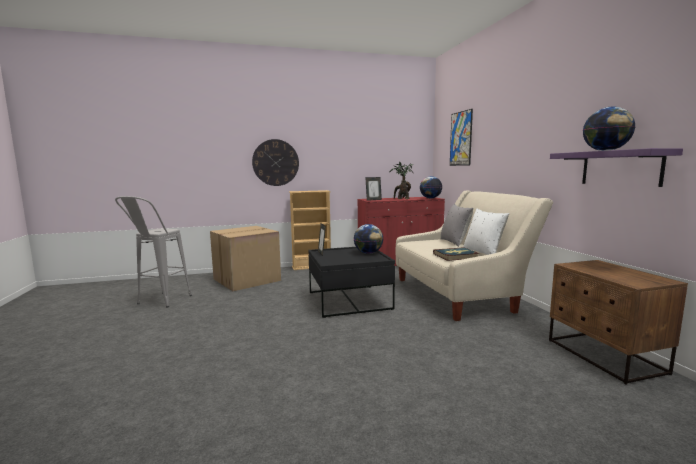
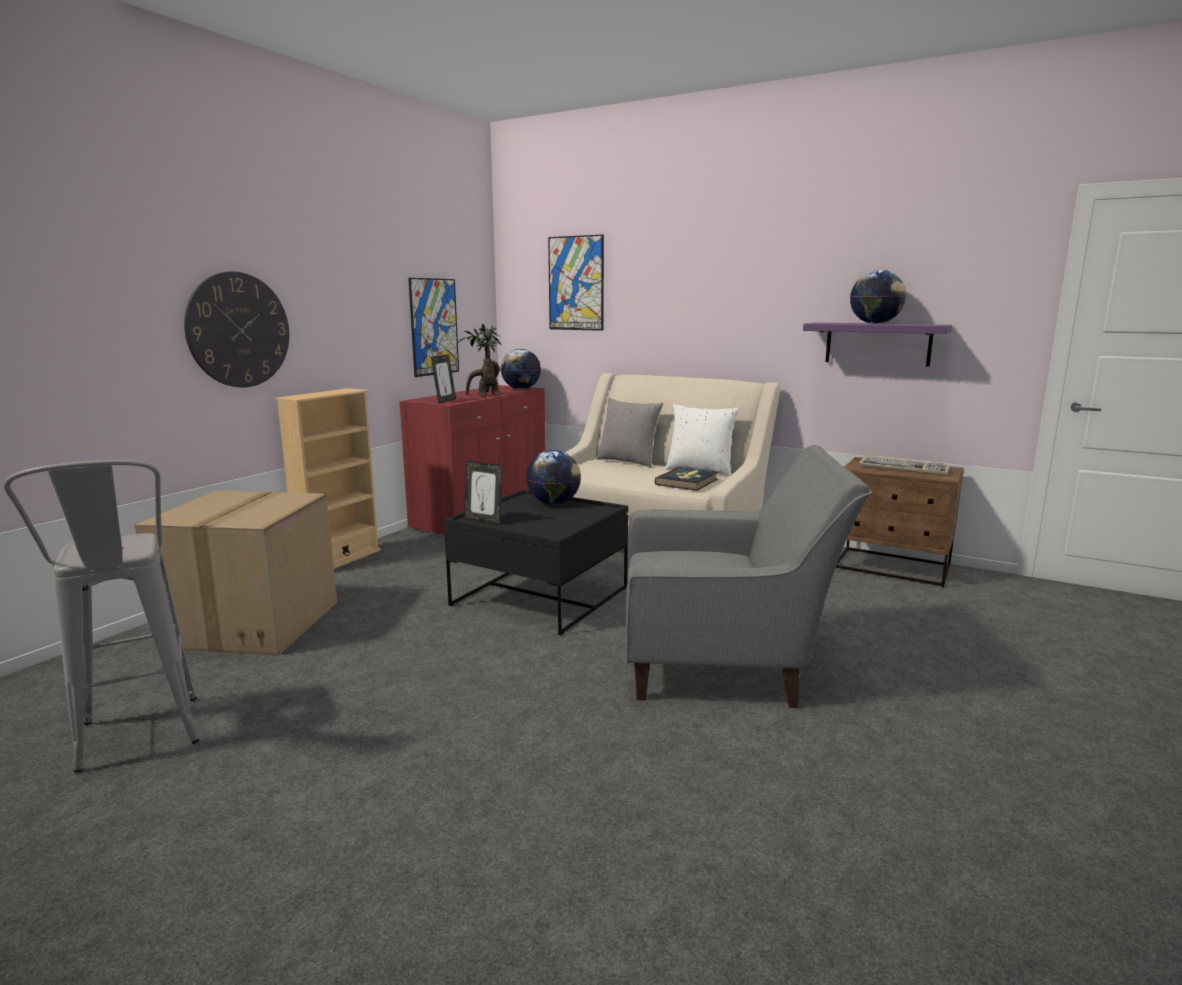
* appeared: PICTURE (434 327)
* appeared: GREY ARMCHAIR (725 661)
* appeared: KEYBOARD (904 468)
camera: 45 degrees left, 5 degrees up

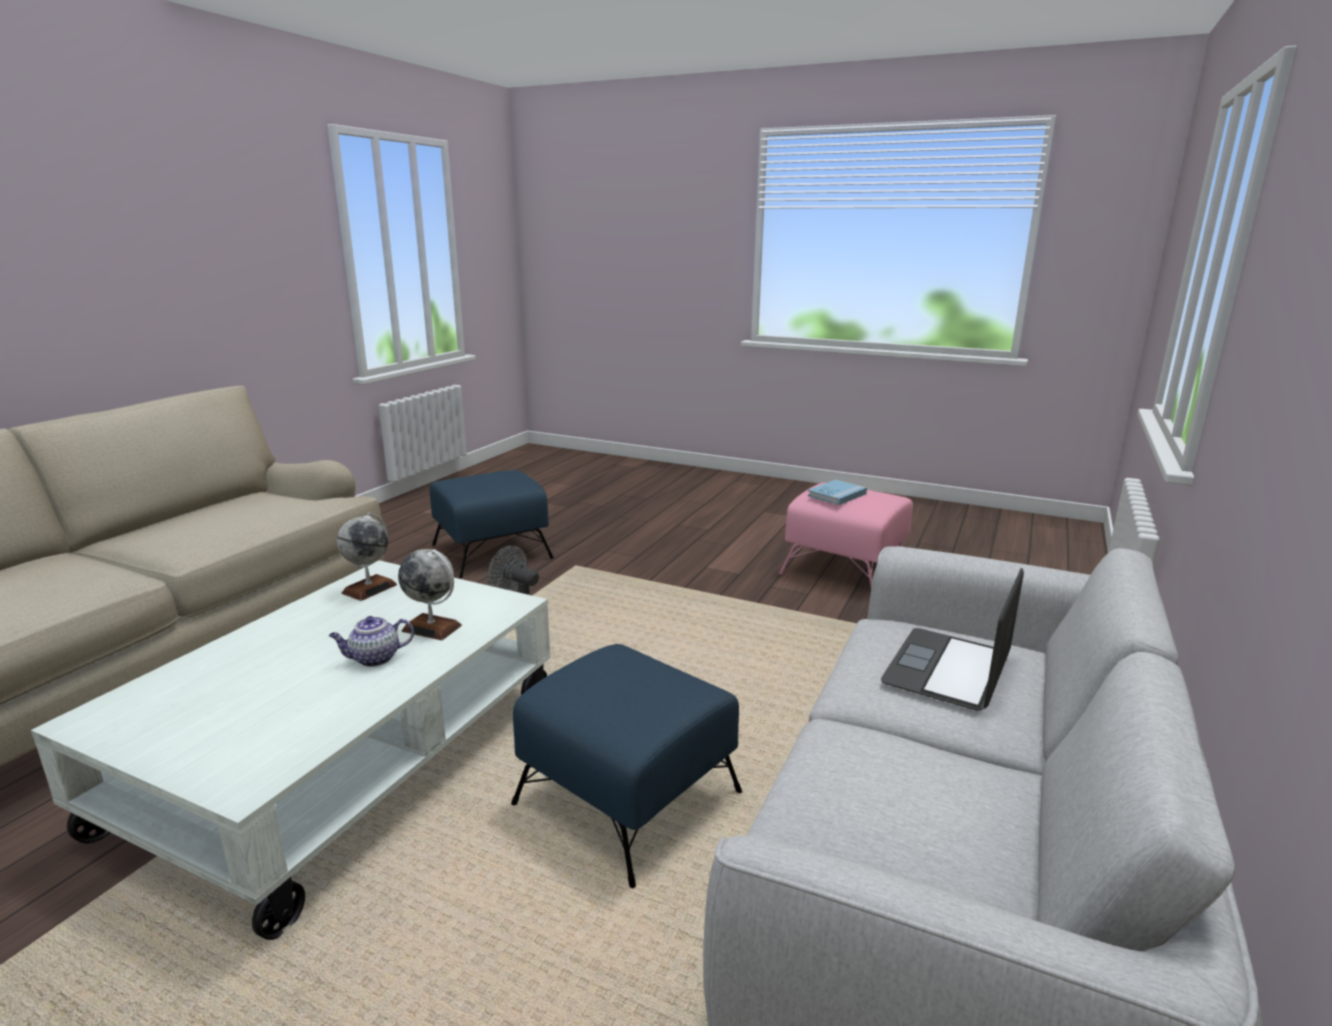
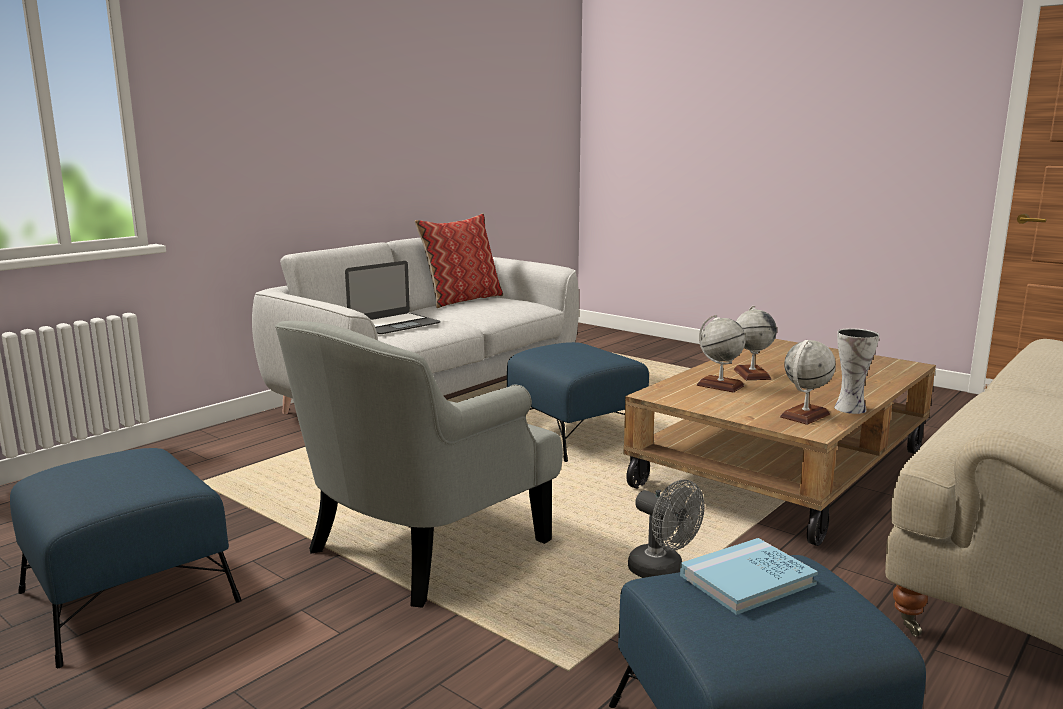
* appeared: GREY ARMCHAIR (422 546)
* appeared: PILLOW (462 300)
* appeared: VASE (849 408)
* relocated: BLUE BOOK (837 495) to (747 580)
* exchanged: TEAPOT (374 659) to GLOBE (751 374)
* colour: WHITE COFFEE TABLE (344 760) to BROWN COFFEE TABLE (784 469)
* colour: PINK OTTOMAN (845 569) to BLUE OTTOMAN (129 595)
camera: 165 degrees left, 5 degrees down

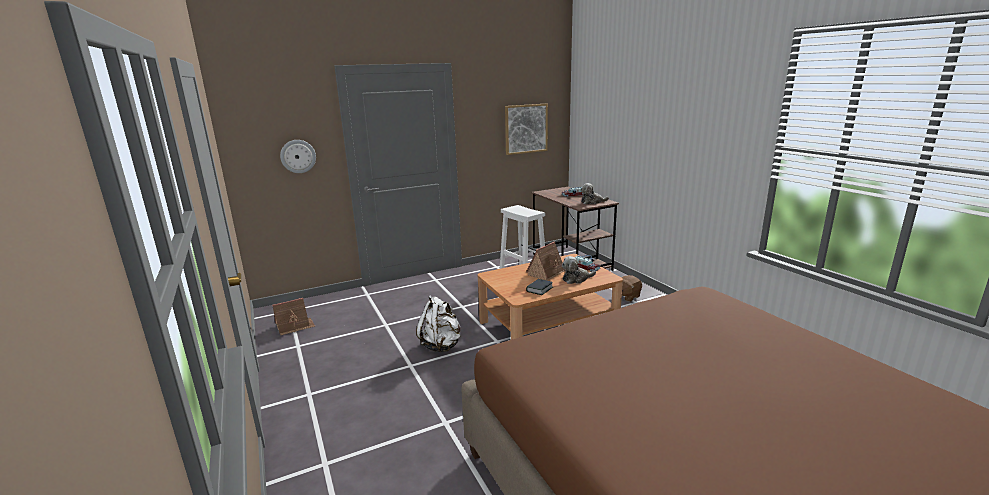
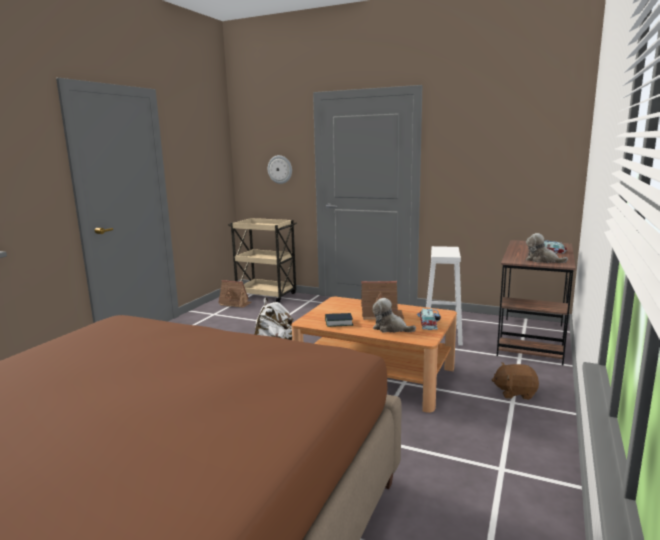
* missing: PICTURE (526 129)
* appeared: BEIGE CART (266 295)
camera: 50 degrees right, 5 degrees down

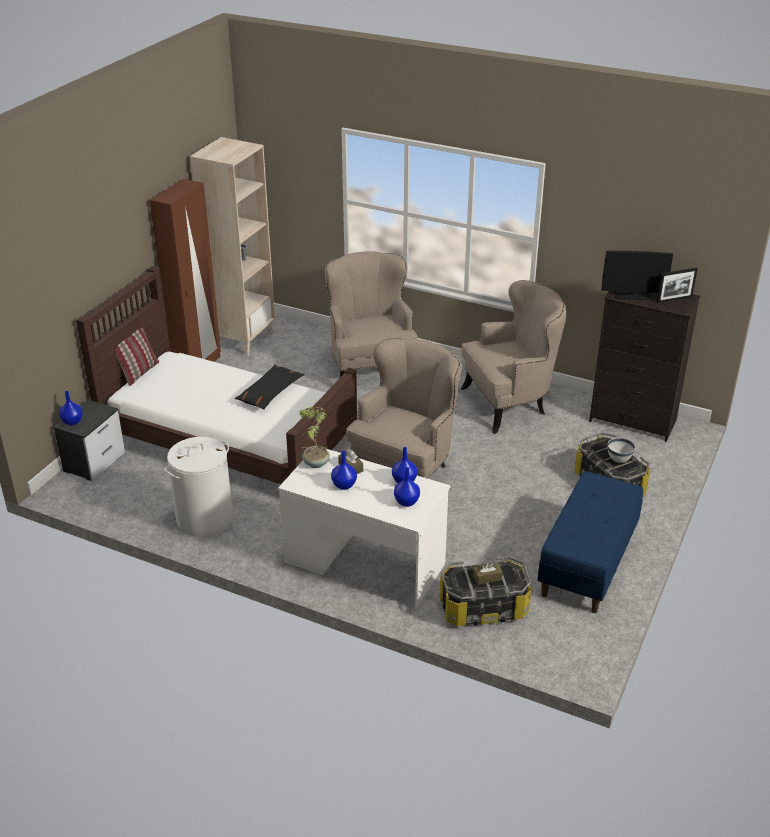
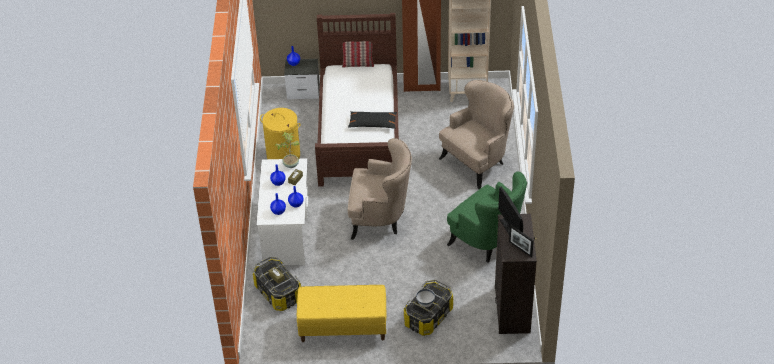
* colour: WHITE LAUNDRY BASKET (205 519) to YELLOW LAUNDRY BASKET (283 155)
* colour: BEIGE ARMCHAIR (510 403) to GREEN ARMCHAIR (487 241)
* colour: BLUE BENCH (588 564) to YELLOW BENCH (342 327)
camera: 65 degrees right, 10 degrees up

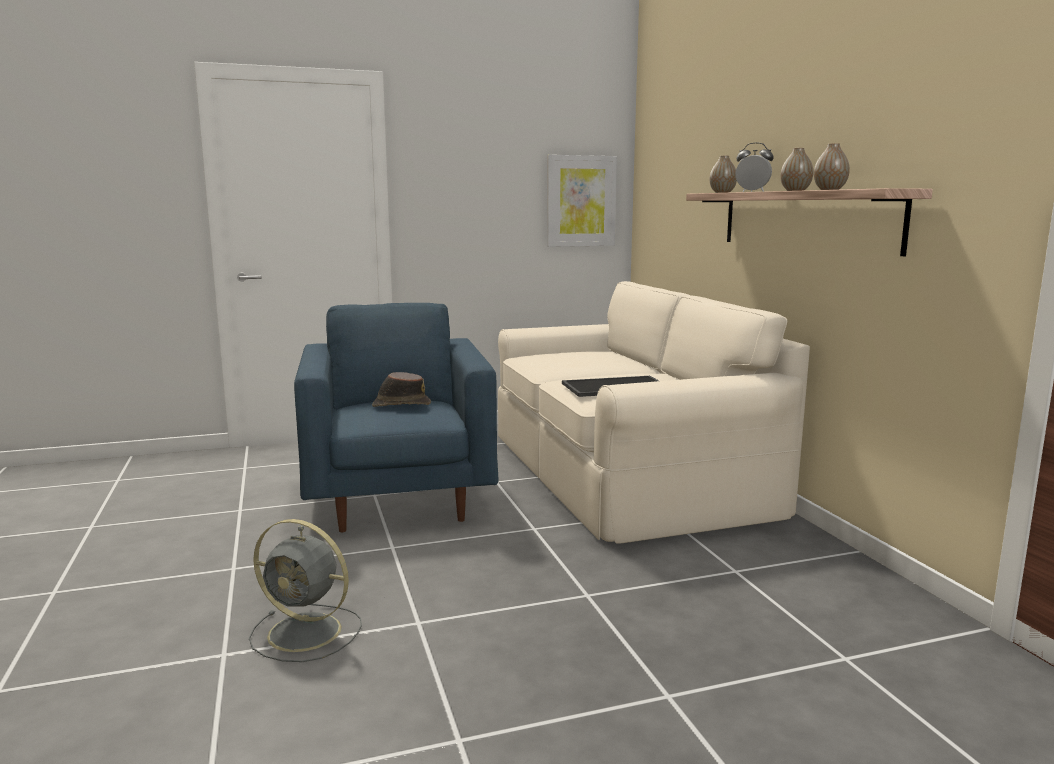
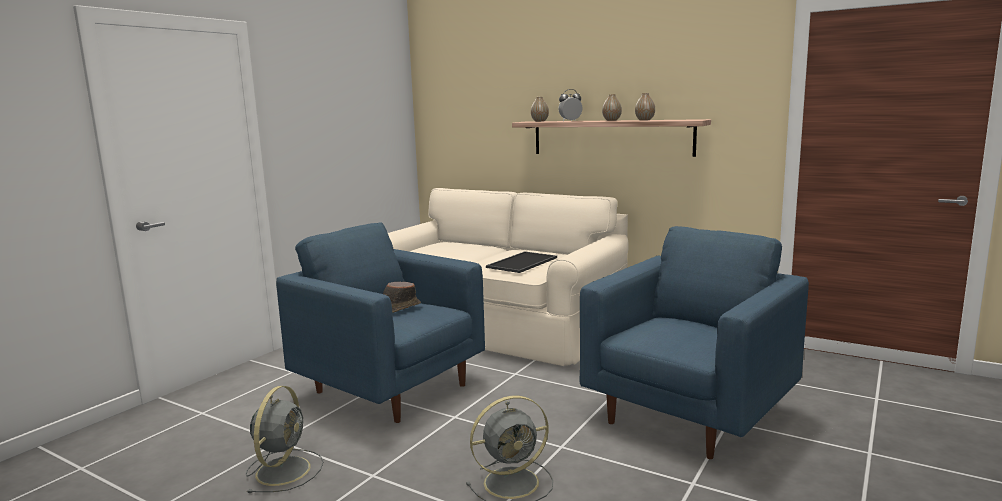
* missing: PICTURE (581 201)
* appeared: GREY FAN (284 469)
* appeared: BLUE ARMCHAIR (689 414)
camera: 40 degrees left, 0 degrees up

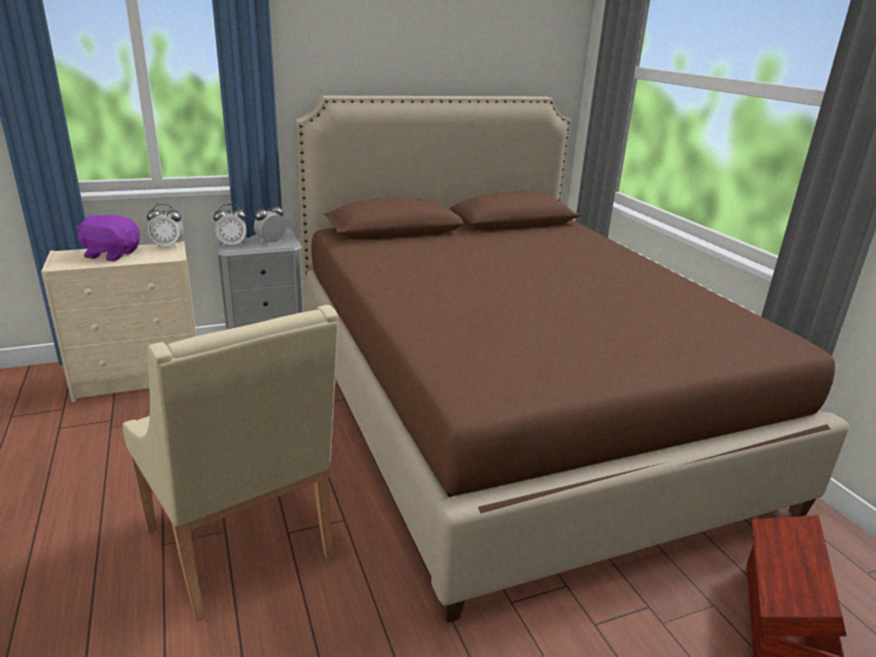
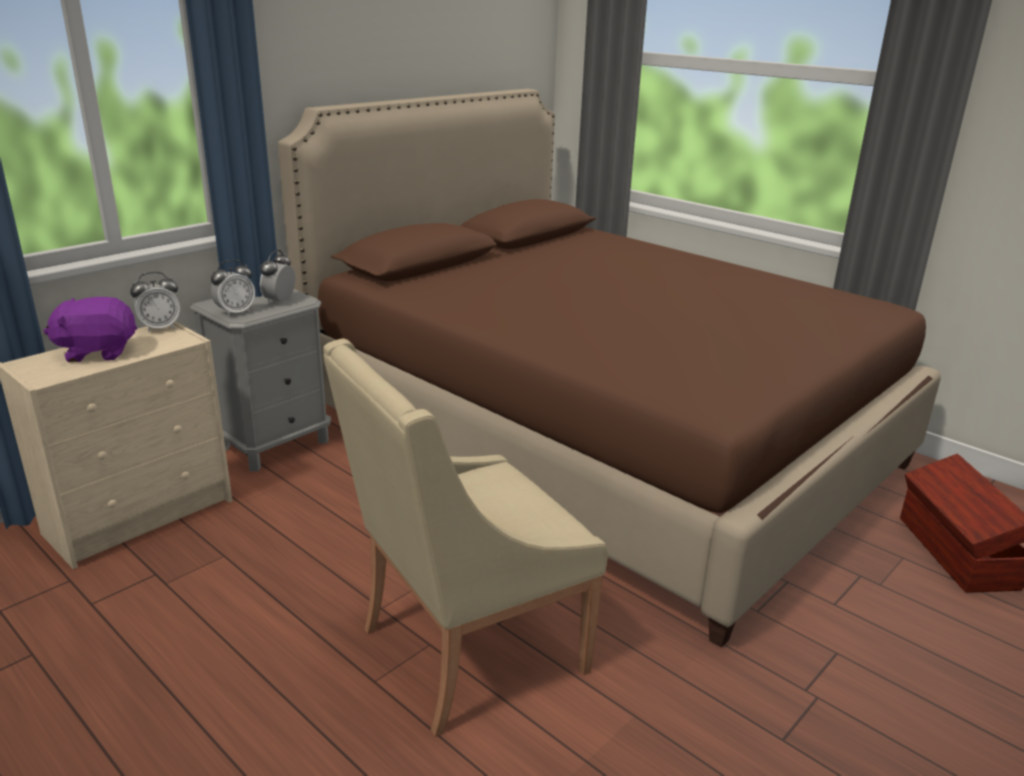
* spun: BEIGE ARMCHAIR (244 545) = (465 651) 120 degrees clockwise
camera: 25 degrees left, 0 degrees up

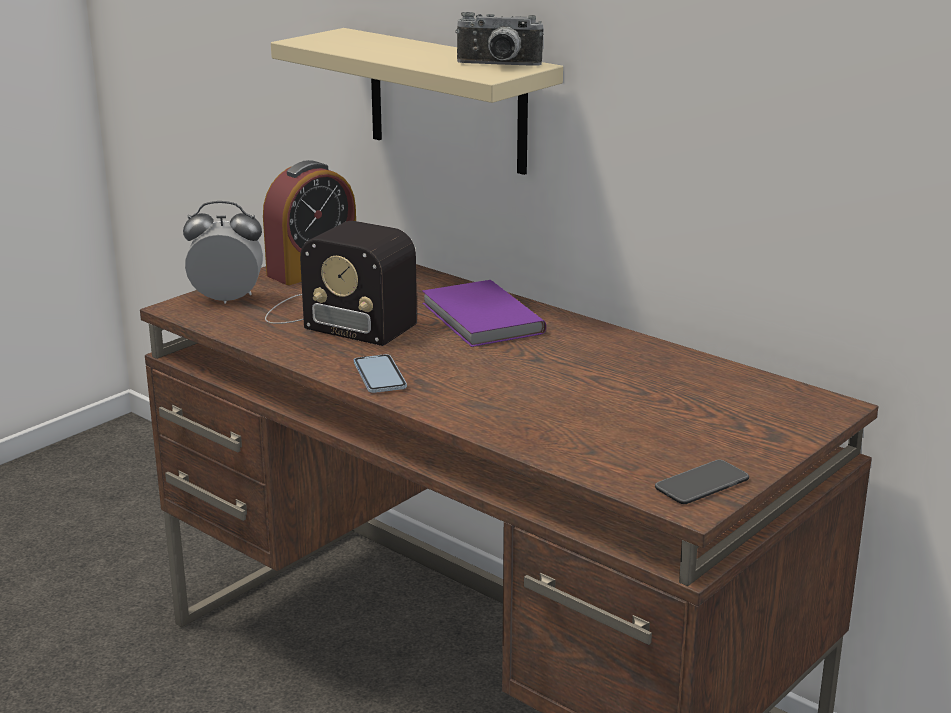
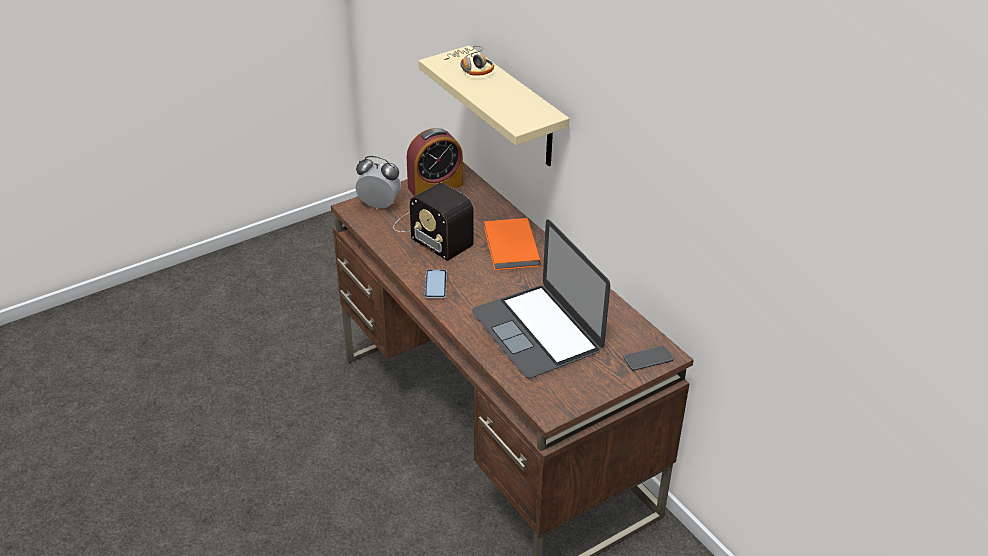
* missing: PHOTO CAMERA (498 66)
* appeared: HEADPHONES (472 67)
* appeared: LAPTOP (537 330)
* relocated: PHONE (702 484) to (648 359)
* colour: PURPLE BOOK (480 319) to ORANGE BOOK (510 247)
camera: 15 degrees right, 15 degrees up

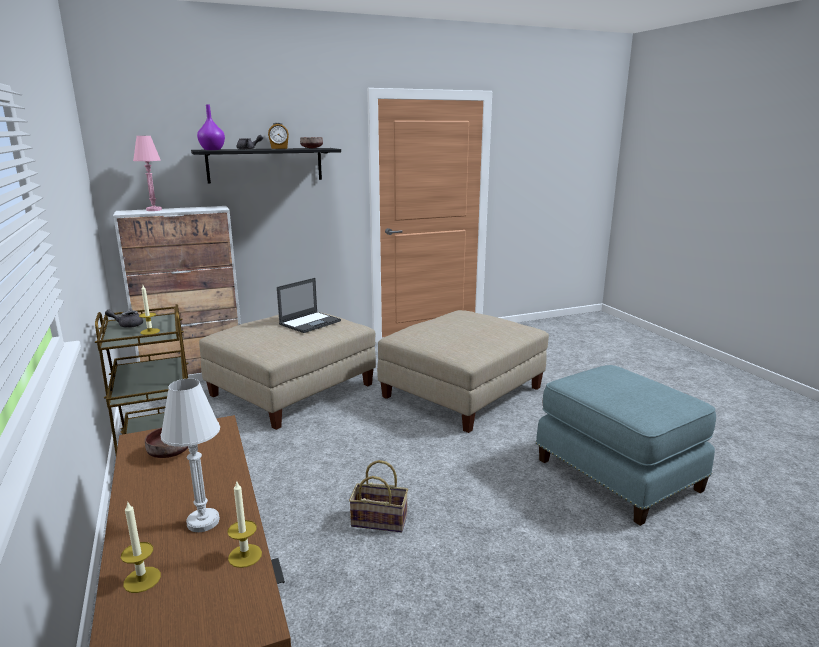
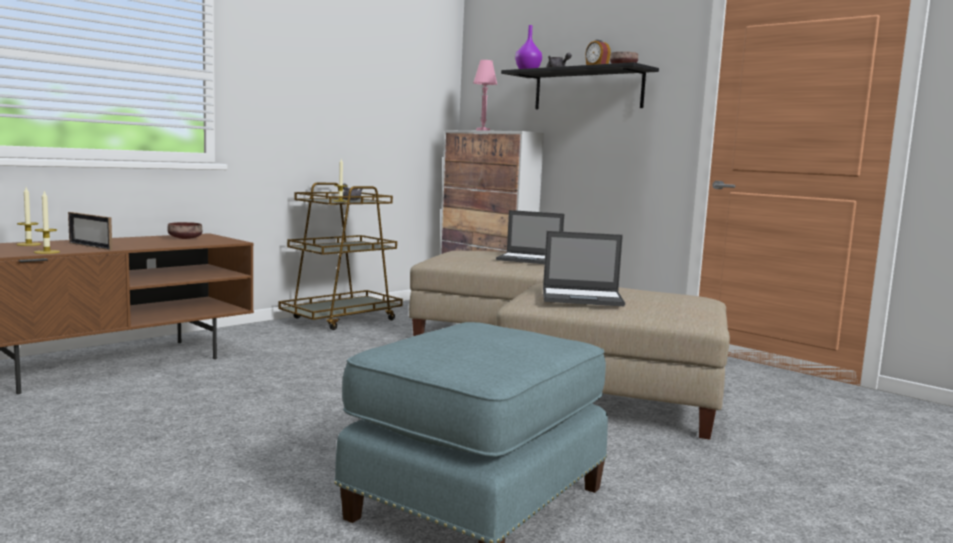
* missing: BASKET (381 520)
* appeared: LAPTOP (583 298)
* exchanged: WHITE TABLE LAMP (203 522) to PICTURE FRAME (90 246)
camera: 65 degrees right, 10 degrees down

